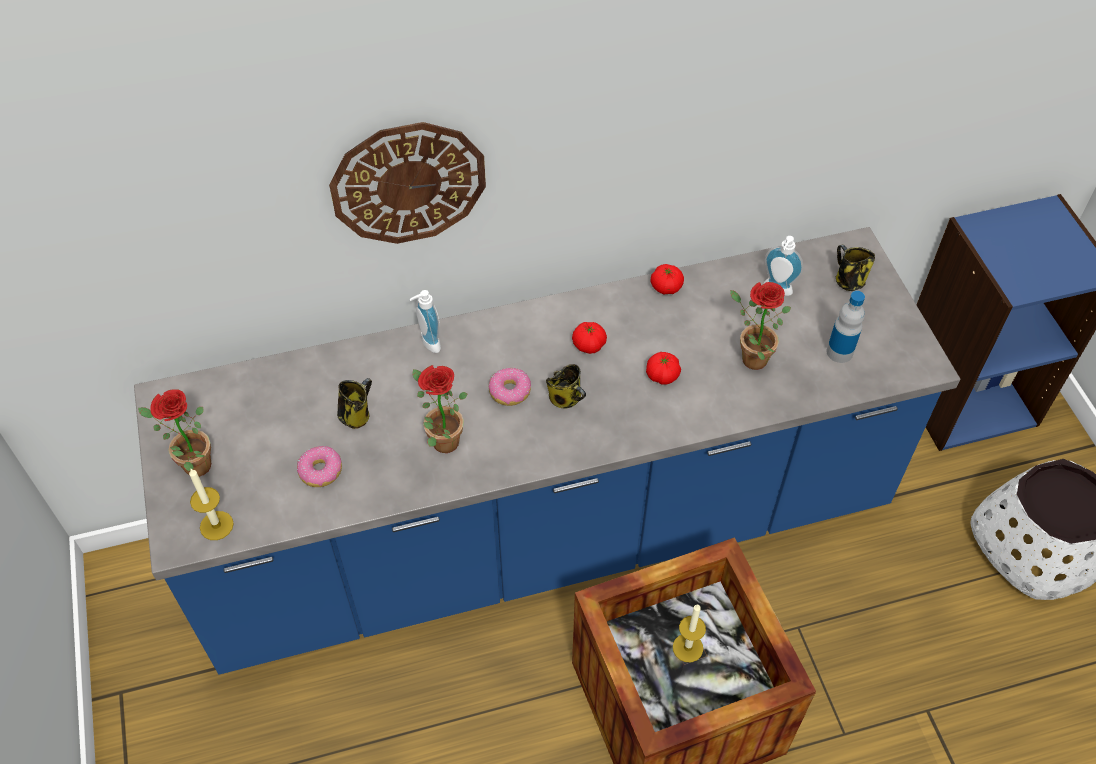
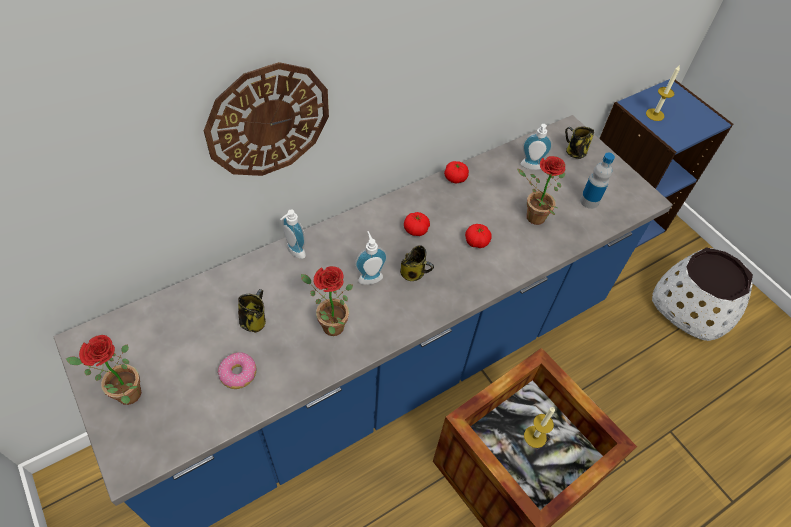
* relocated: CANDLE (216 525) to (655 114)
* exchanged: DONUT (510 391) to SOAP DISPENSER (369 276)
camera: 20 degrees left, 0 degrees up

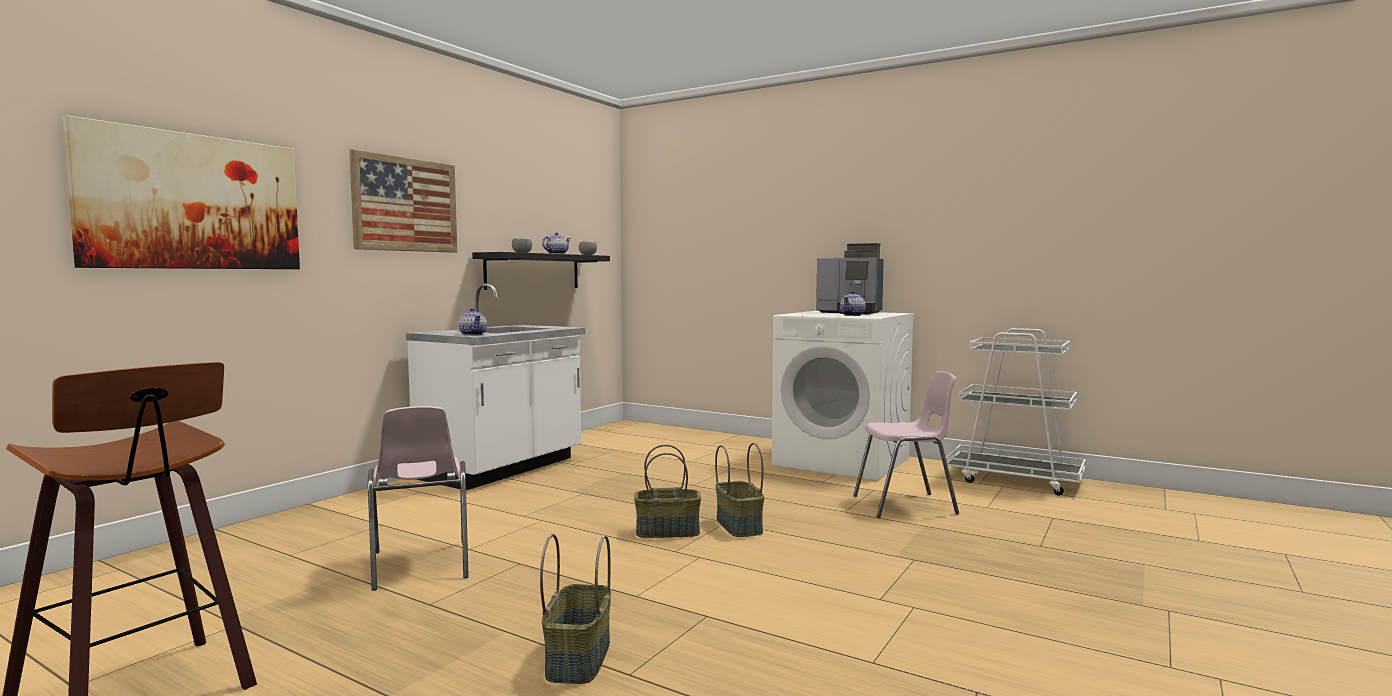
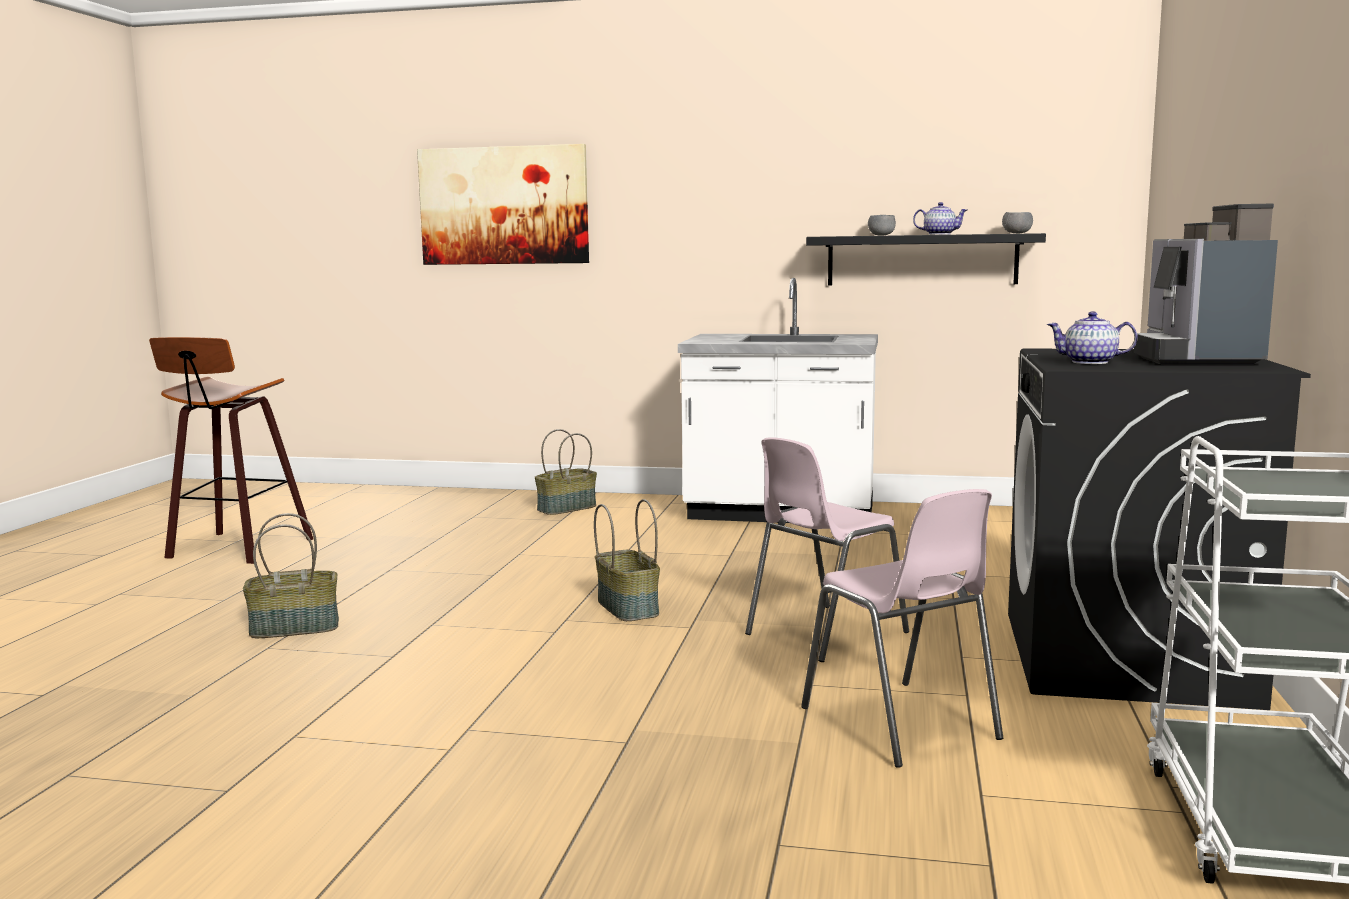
* missing: PICTURE (405 204)
* missing: TEAPOT (473 334)
* relocated: PINK CHAIR (420 565) to (823 633)
* relocated: BASKET (740 526) to (567 508)
* colour: WHITE WASHING MACHINE (843 461) to BLACK WASHING MACHINE (1126 659)
camera: 70 degrees right, 5 degrees up

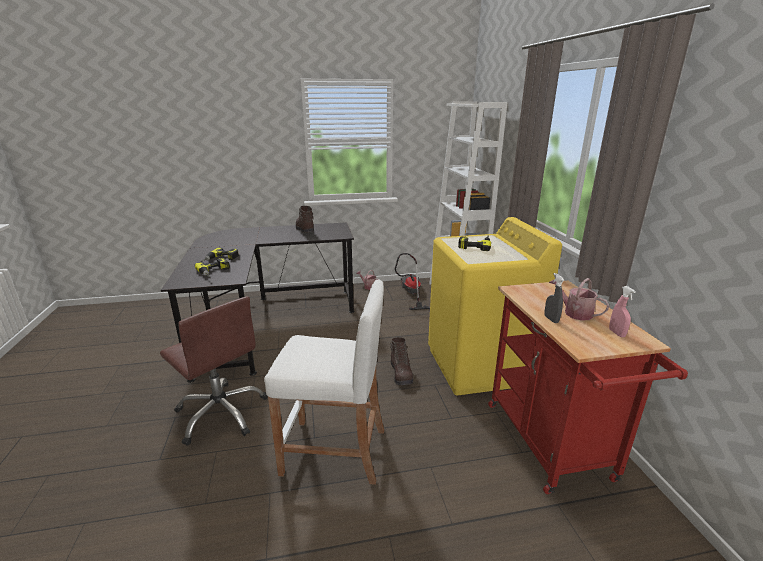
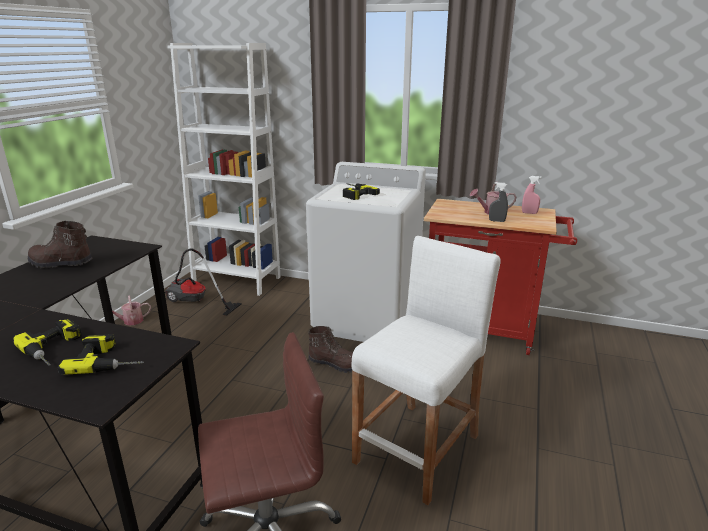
* colour: YELLOW WASHING MACHINE (479 366) to WHITE WASHING MACHINE (367 319)
camera: 60 degrees left, 0 degrees up

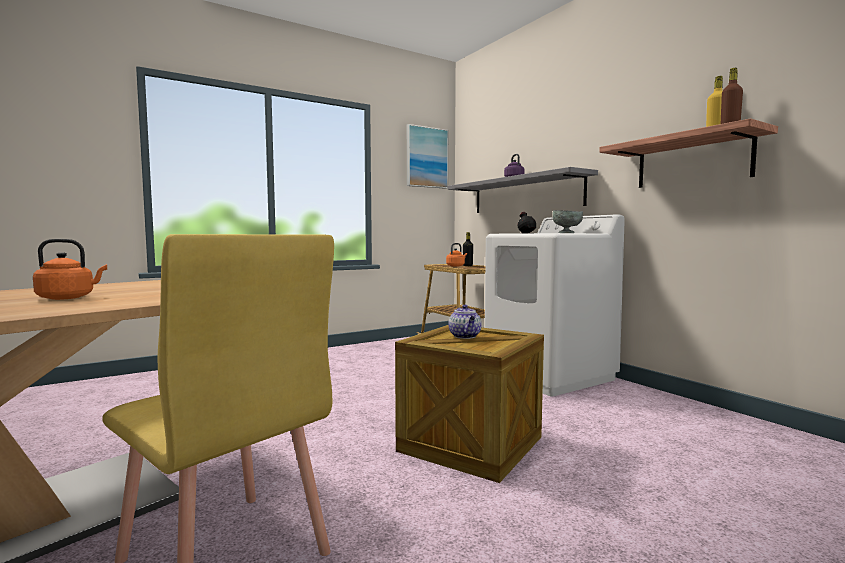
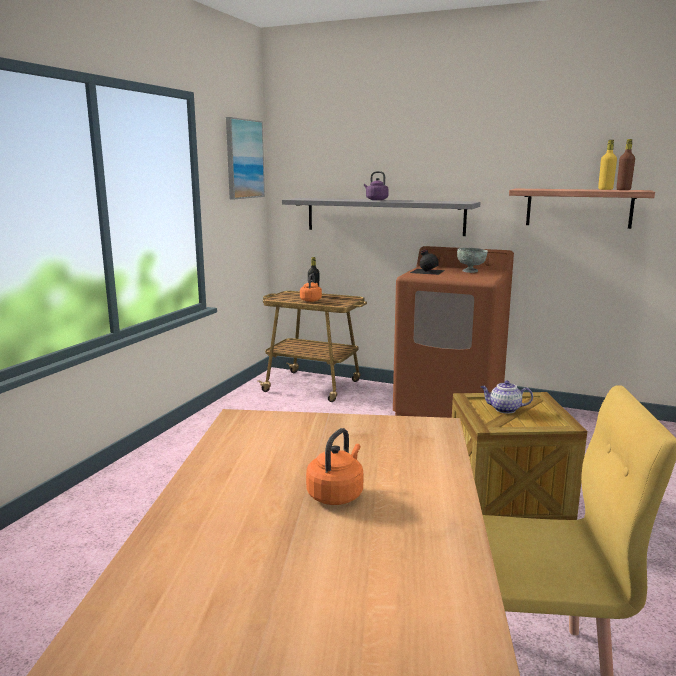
* colour: WHITE WASHING MACHINE (549 376) to BROWN WASHING MACHINE (450 409)
* spun: TEAPOT (465 336) = (504 409) 150 degrees clockwise
camera: 35 degrees left, 10 degrees up

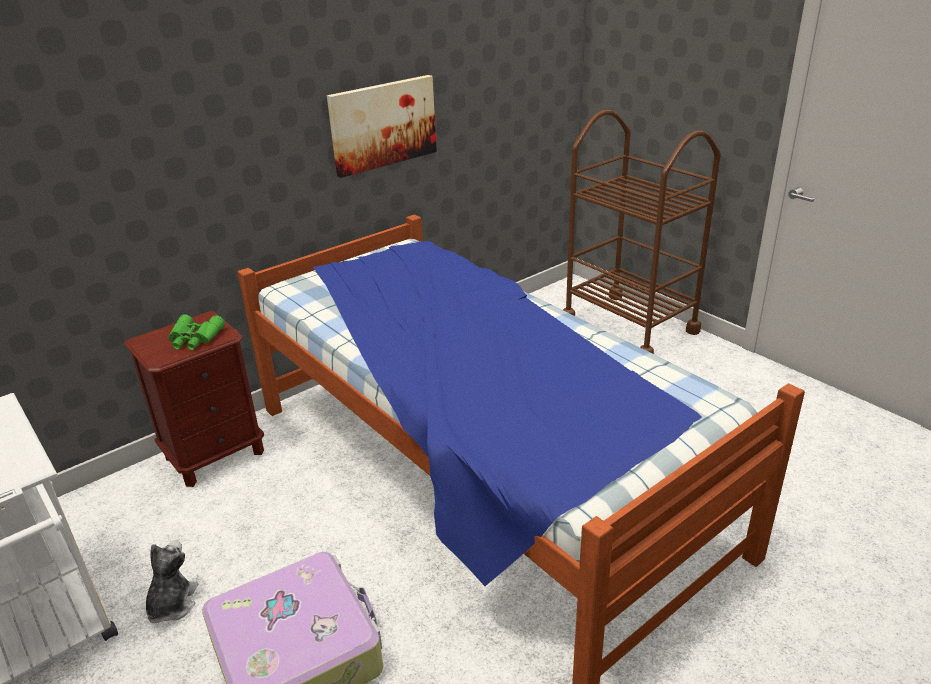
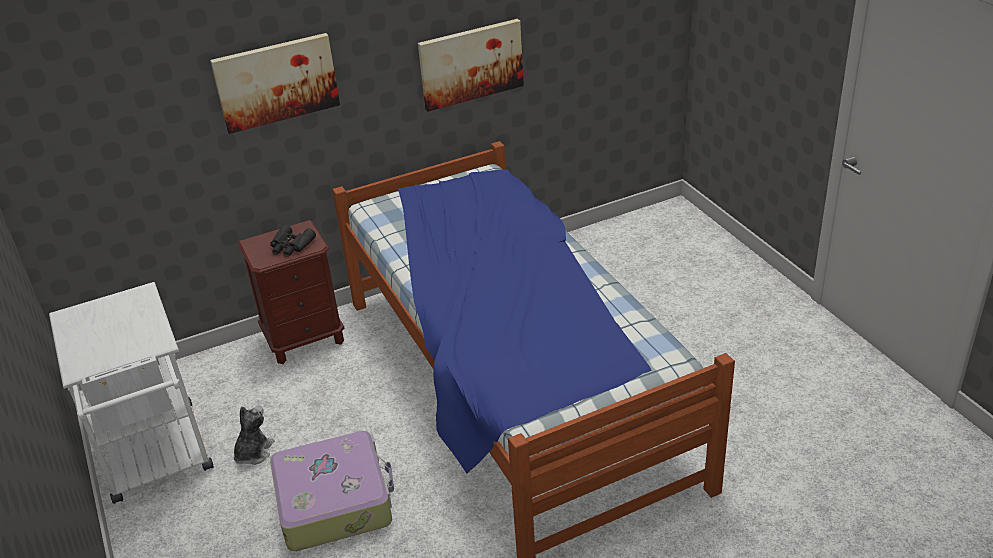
* missing: BROWN CART (629 325)
* appeared: PICTURE (276 82)
* colour: GREEN BINOCULARS (194 338) to BLACK BINOCULARS (290 246)
camera: 15 degrees right, 5 degrees up

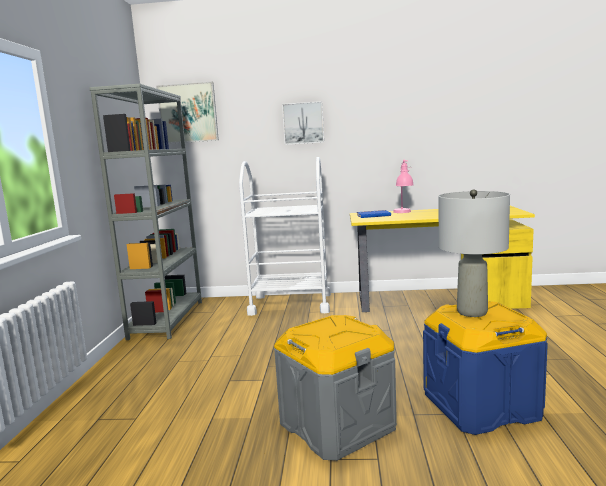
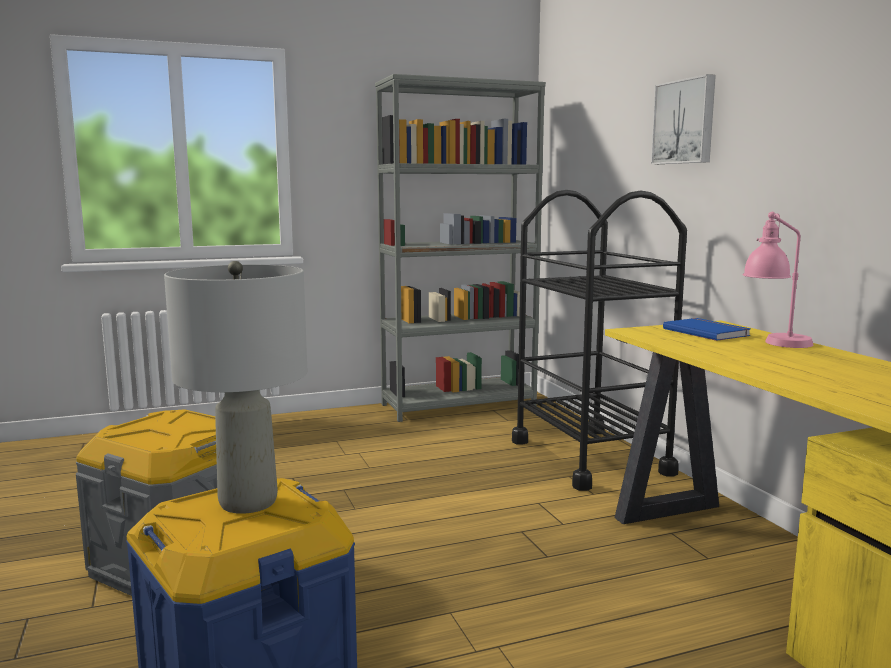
* missing: PICTURE (188 113)
* colour: WHITE CART (290 304) to BLACK CART (590 457)
camera: 65 degrees right, 0 degrees up

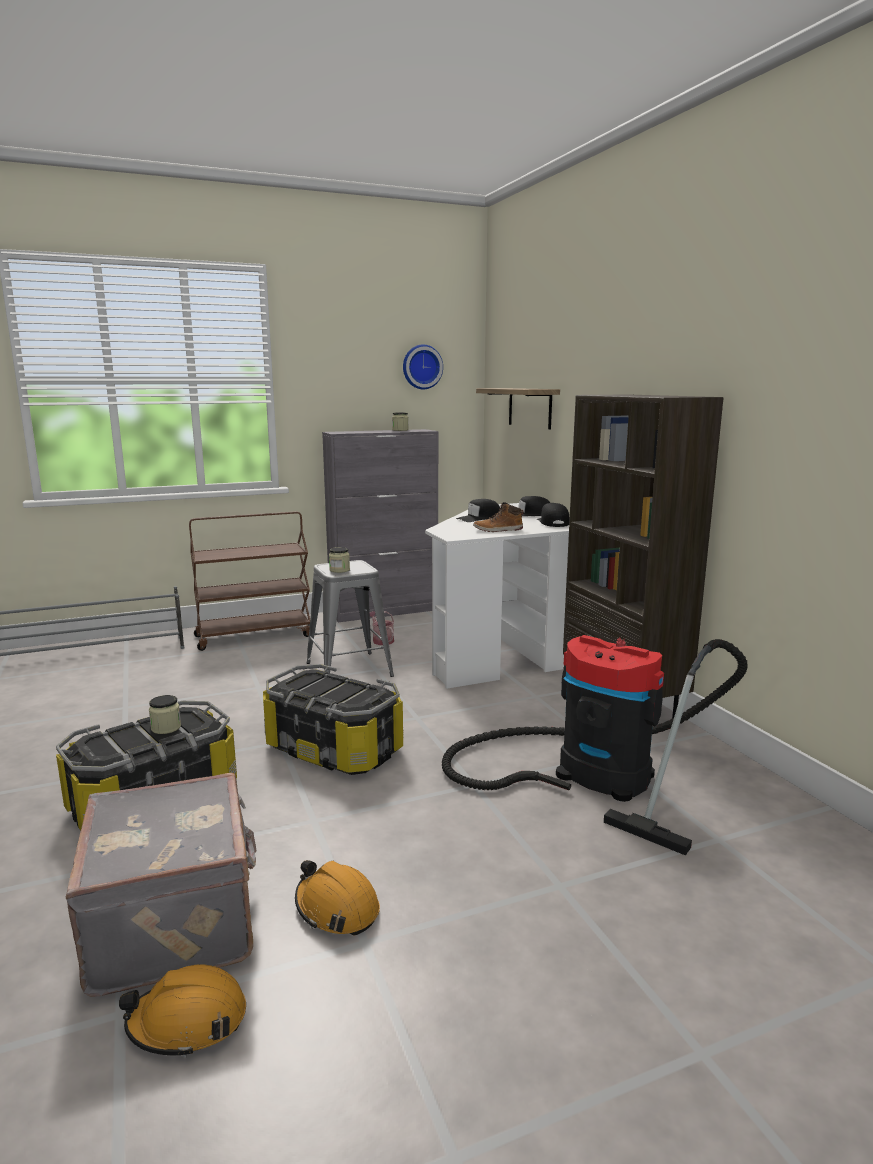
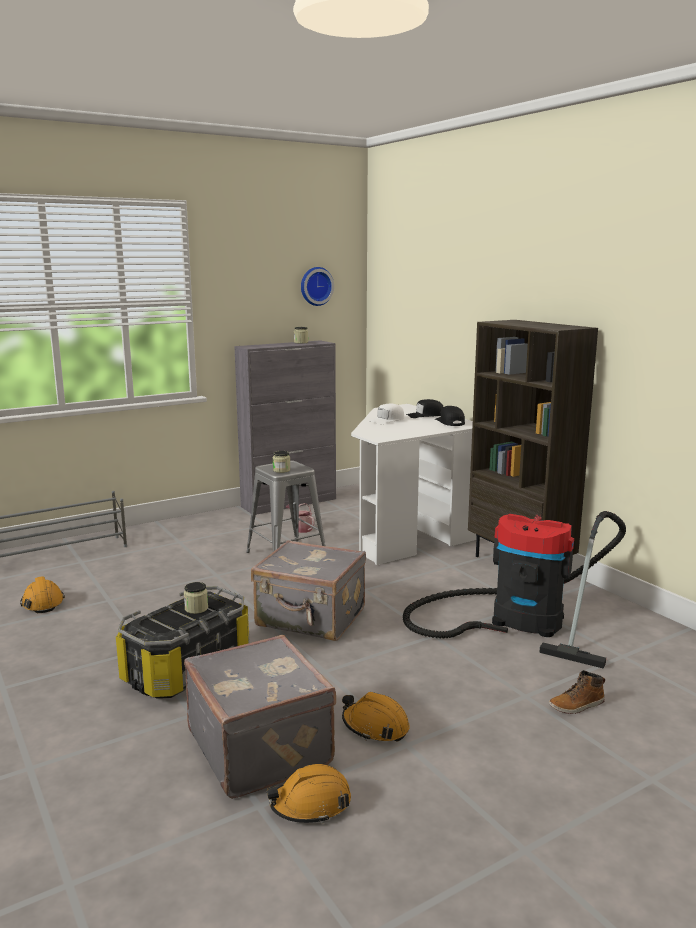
* missing: BROWN CART (254 636)
* missing: SHELF (530 407)
* appeared: ORANGE HARD HAT (42 602)
* relocated: BOOT (498 530) to (577 705)
* exchanged: STORAGE BOX (334 749) to GREY SUITCASE (310 619)
* colour: BLACK CAP (479 518) to WHITE CAP (387 420)
camera: 10 degrees left, 0 degrees up

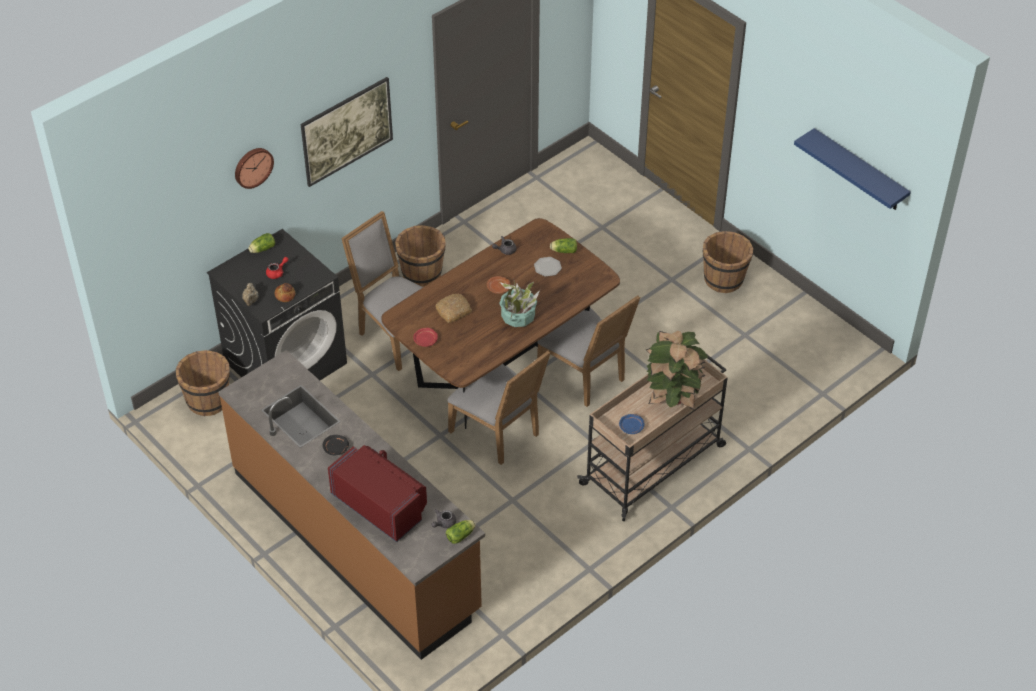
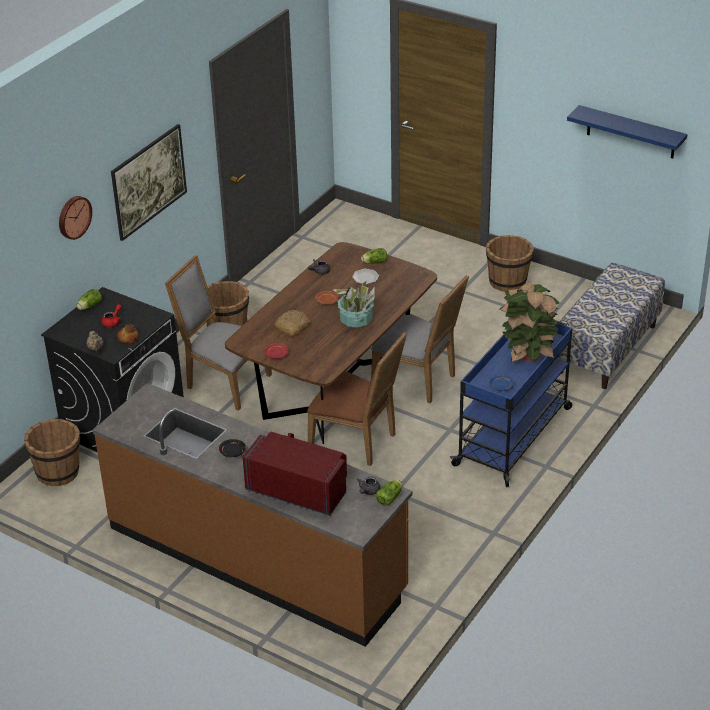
* appeared: BENCH (607 349)
* colour: GREY CHAIR (499 434) to BROWN CHAIR (357 441)
* colour: BEIGE CART (654 464) to BLUE CART (514 435)
camera: 15 degrees left, 10 degrees down

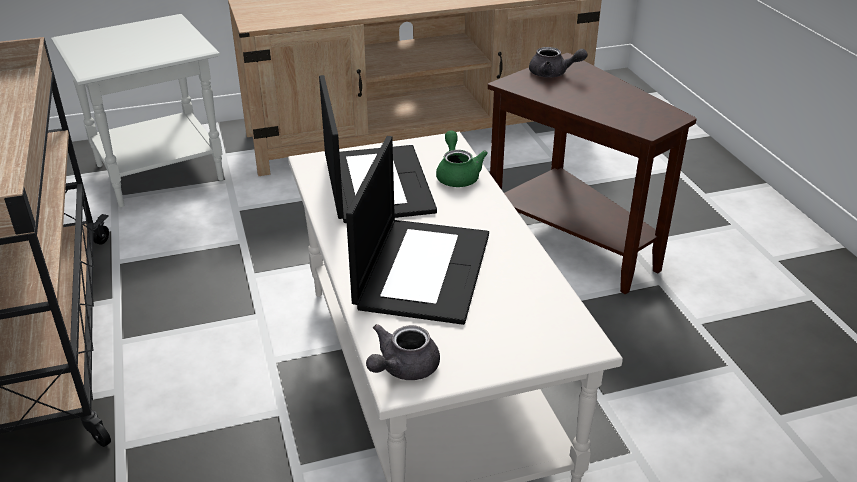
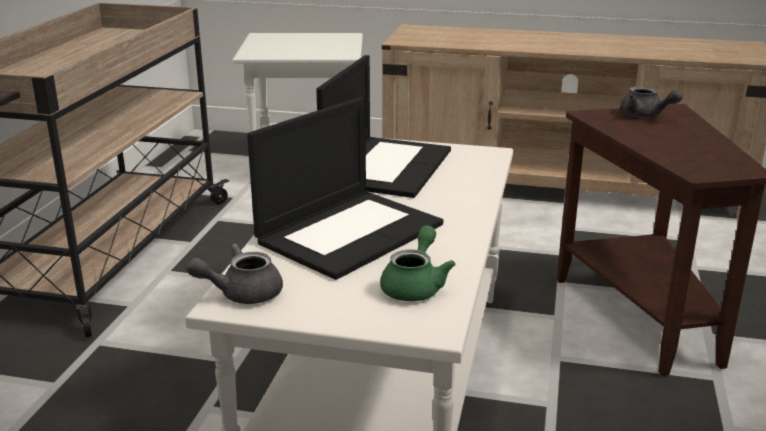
* relocated: GREEN TEAPOT (457 175) to (415 286)
camera: 30 degrees right, 10 degrees down

